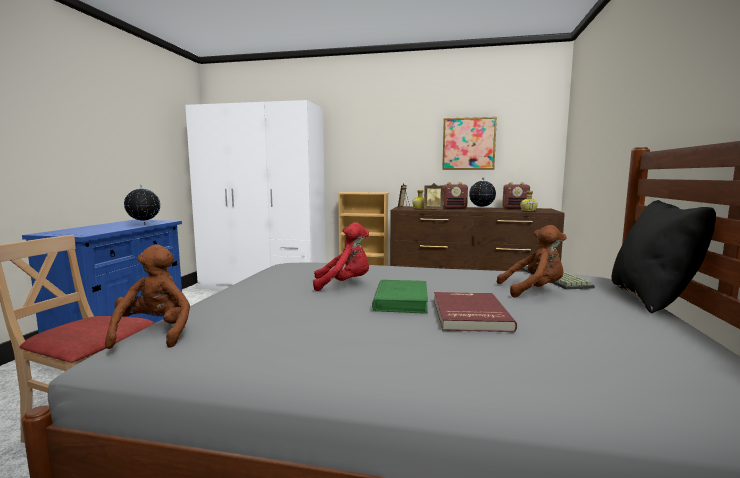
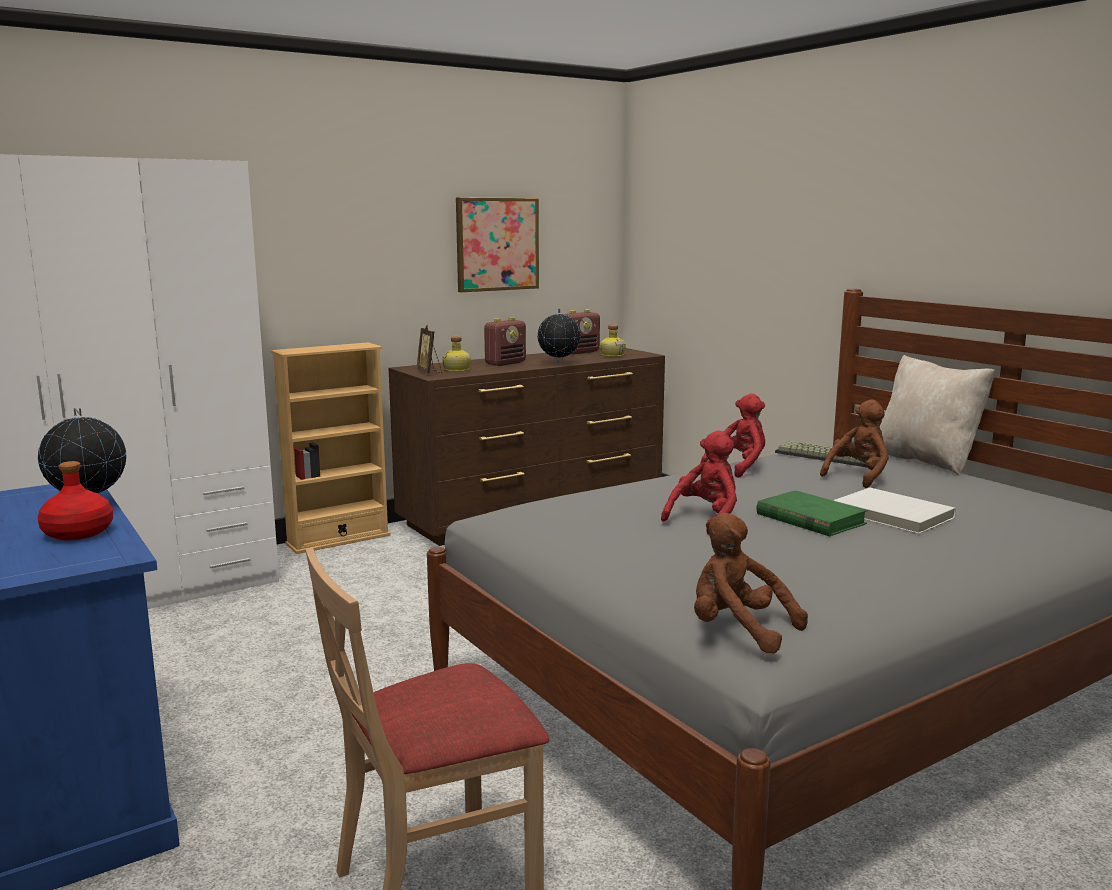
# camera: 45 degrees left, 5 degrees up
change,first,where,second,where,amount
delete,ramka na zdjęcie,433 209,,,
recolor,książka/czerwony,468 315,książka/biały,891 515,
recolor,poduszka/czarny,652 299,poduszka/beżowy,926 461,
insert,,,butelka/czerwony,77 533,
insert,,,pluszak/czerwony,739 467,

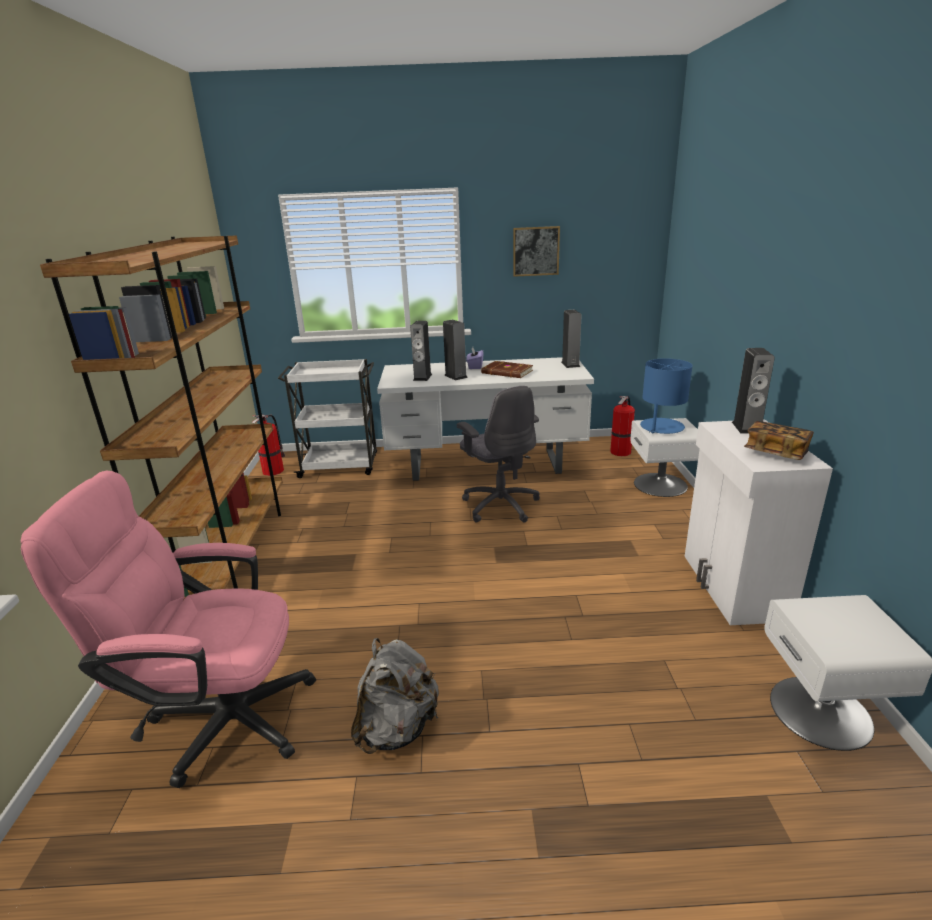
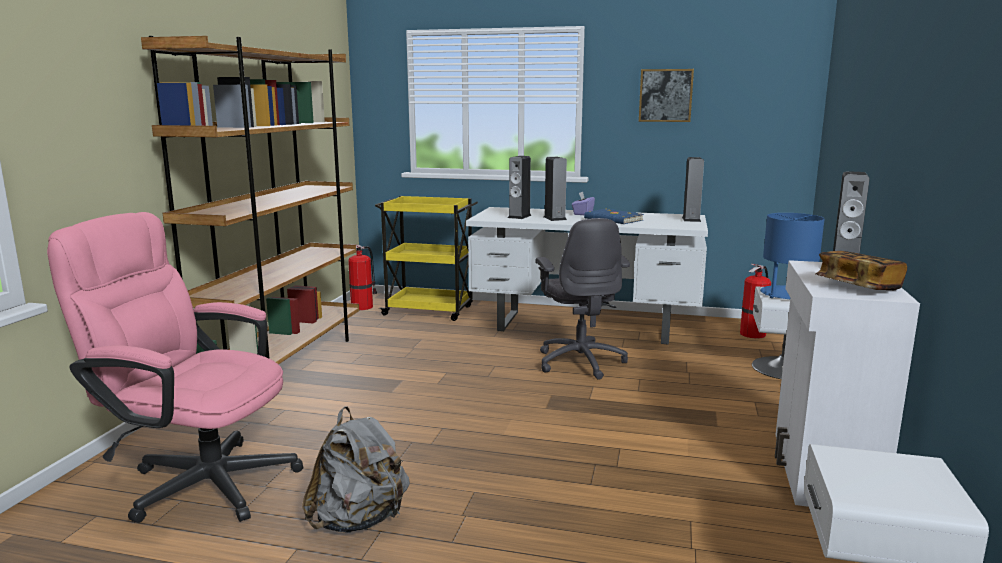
# camera: 15 degrees right, 10 degrees down
change,first,where,second,where,amount
recolor,wózek/biały,340 466,wózek/żółty,430 311,
recolor,książka/brązowy,507 372,książka/niebieski,613 219,

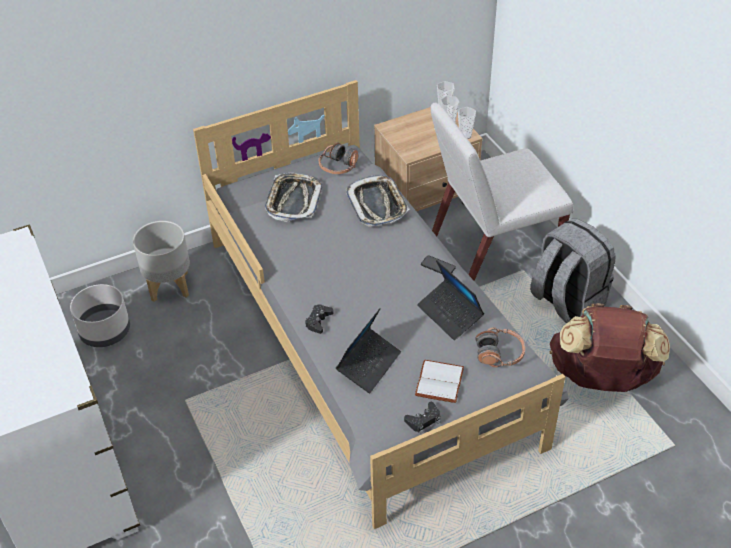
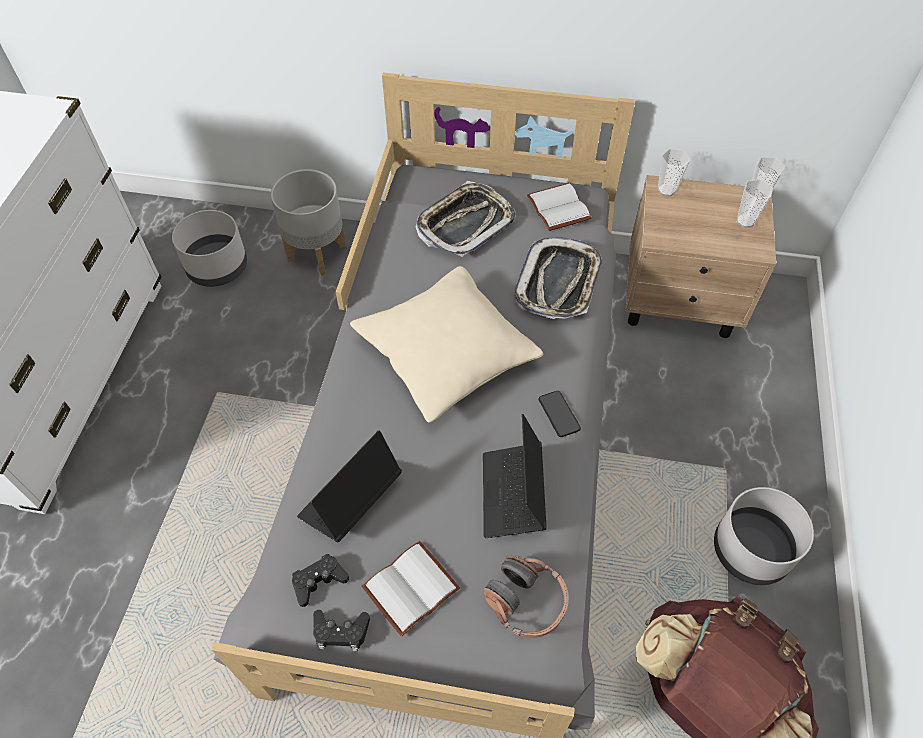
# camera: 35 degrees right, 10 degrees up
change,first,where,second,where,amount
move,pad do gier/czarny,318 321,,319 581,
replace,słuchawki,338 166,książka/biały,556 208,
rotate,laptop,369 364,,350 499,150 degrees clockwise
delete,krzesło/biały,492 251,,,
move,filiżanka,465 135,,666 190,
replace,plecak/szary,566 301,donica/szary,750 549,
insert,,,poduszka/beżowy,446 354,

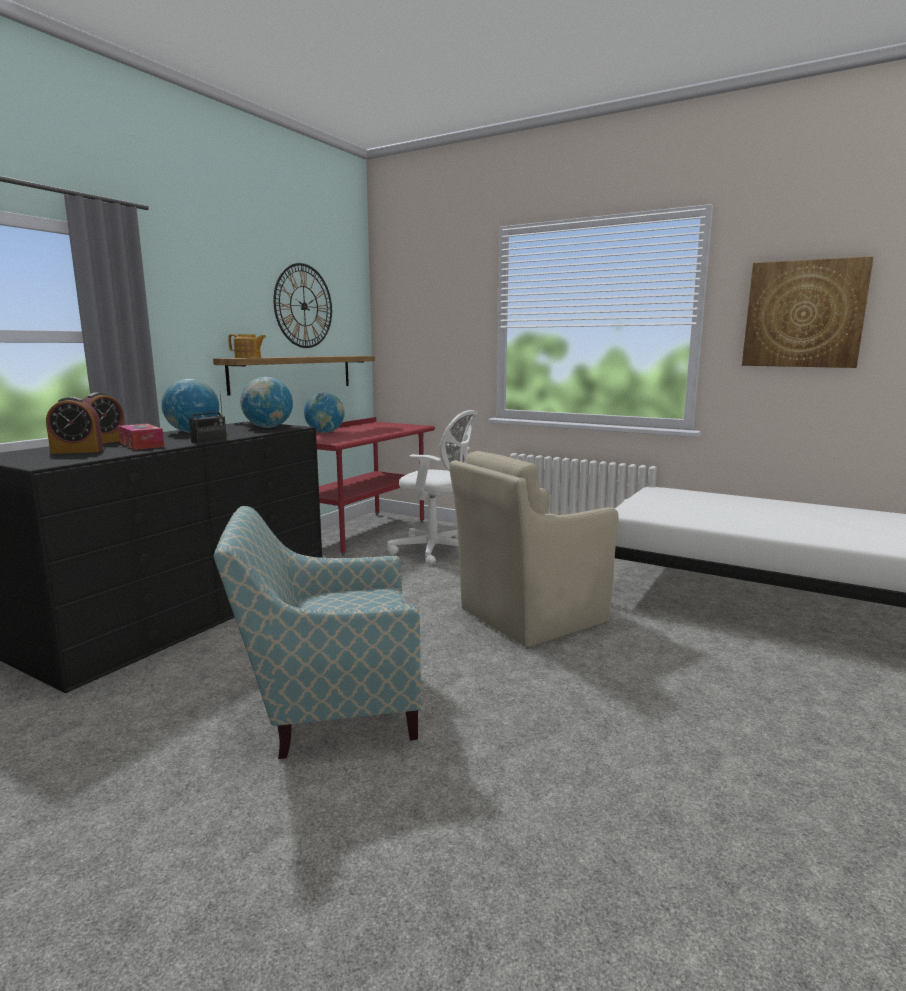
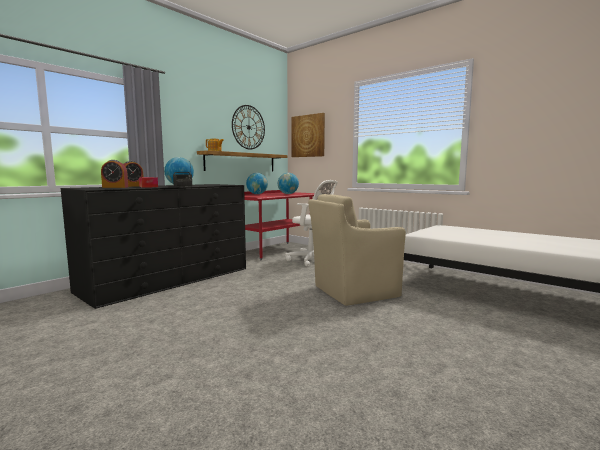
# camera: 10 degrees right, 5 degrees down
change,first,where,second,where,amount
delete,fotel,328 707,,,
move,globus,268 427,,288 194,
move,obraz,804 314,,308 136,

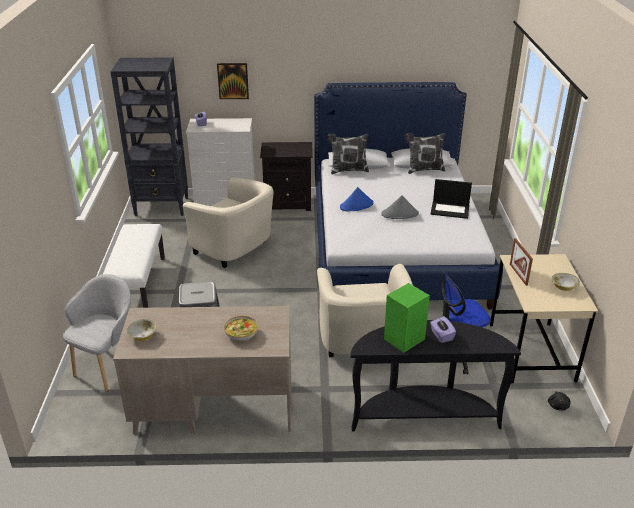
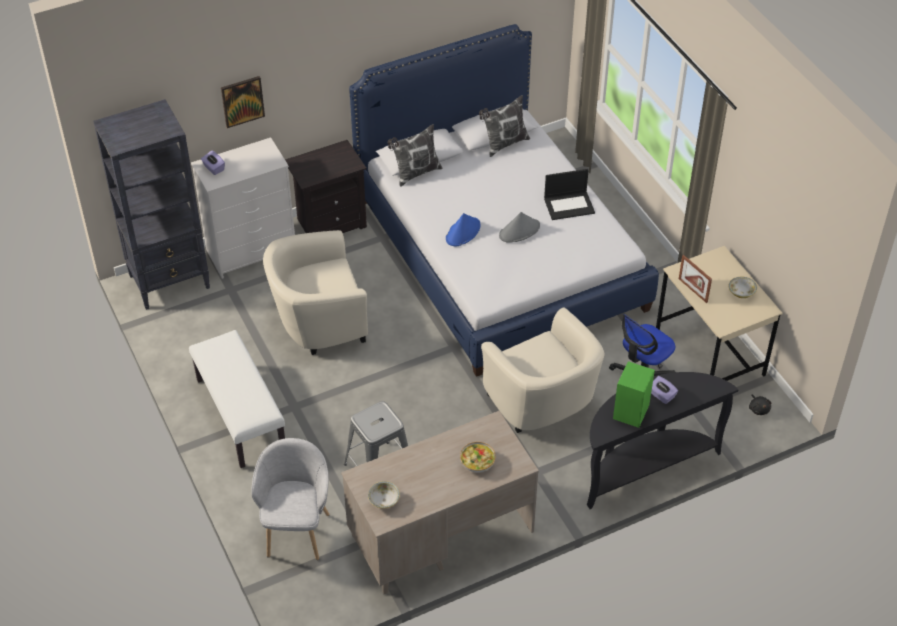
# camera: 25 degrees left, 15 degrees up
change,first,where,second,where,amount
rotate,fotel/beżowy,235 250,,318 322,150 degrees clockwise

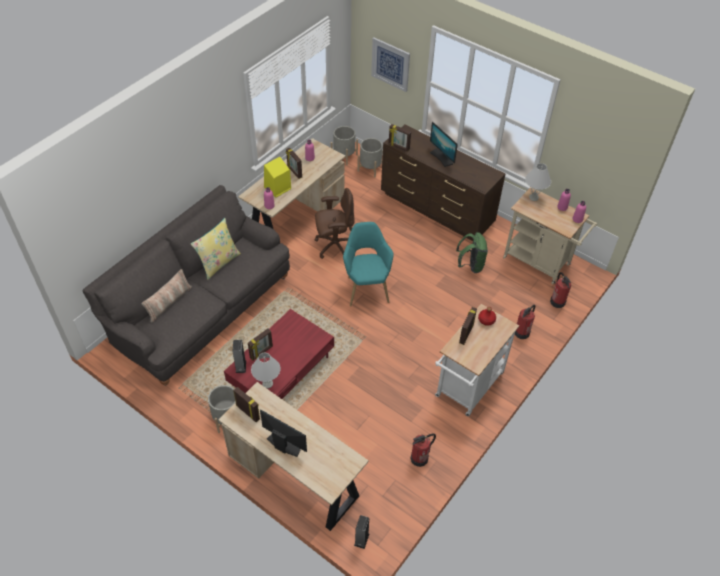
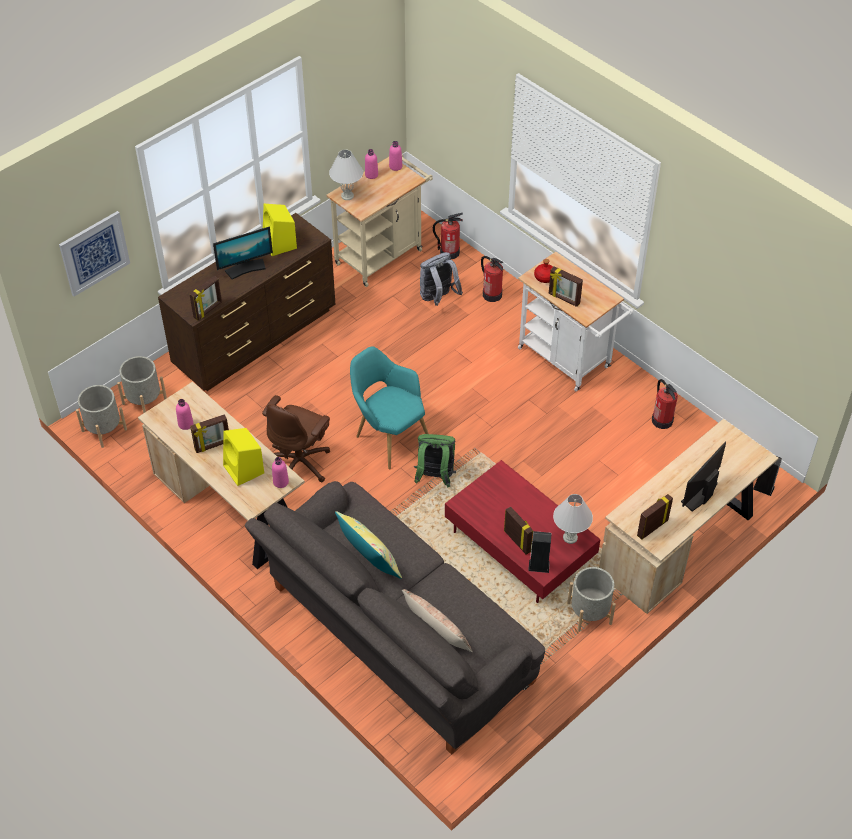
# camera: 80 degrees left, 0 degrees up
change,first,where,second,where,amount
rotate,krzesło biurowe/brązowy,334 246,,300 463,150 degrees counterclockwise
rotate,fotel/turkusowy,366 287,,388 436,45 degrees clockwise
move,plecak/zielony,470 265,,435 477,
insert,,,głośnik/żółty,280 244,
insert,,,plecak/szary,438 298,

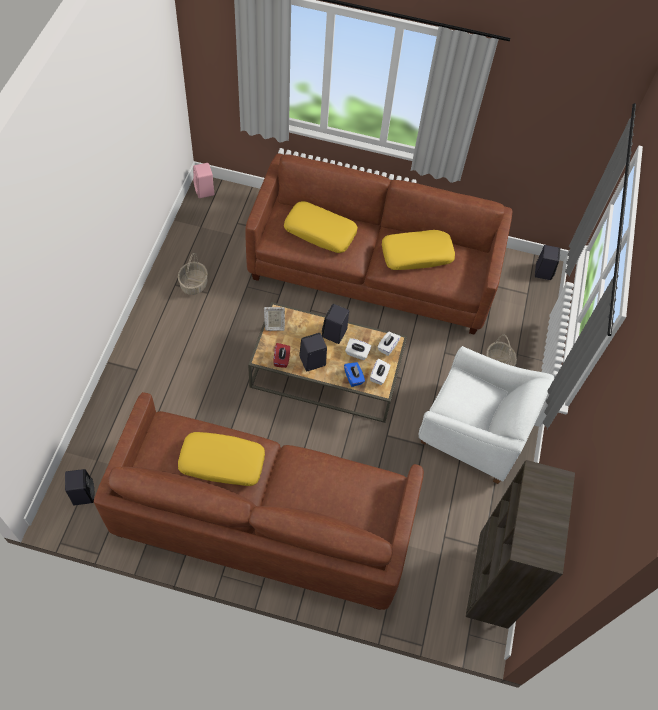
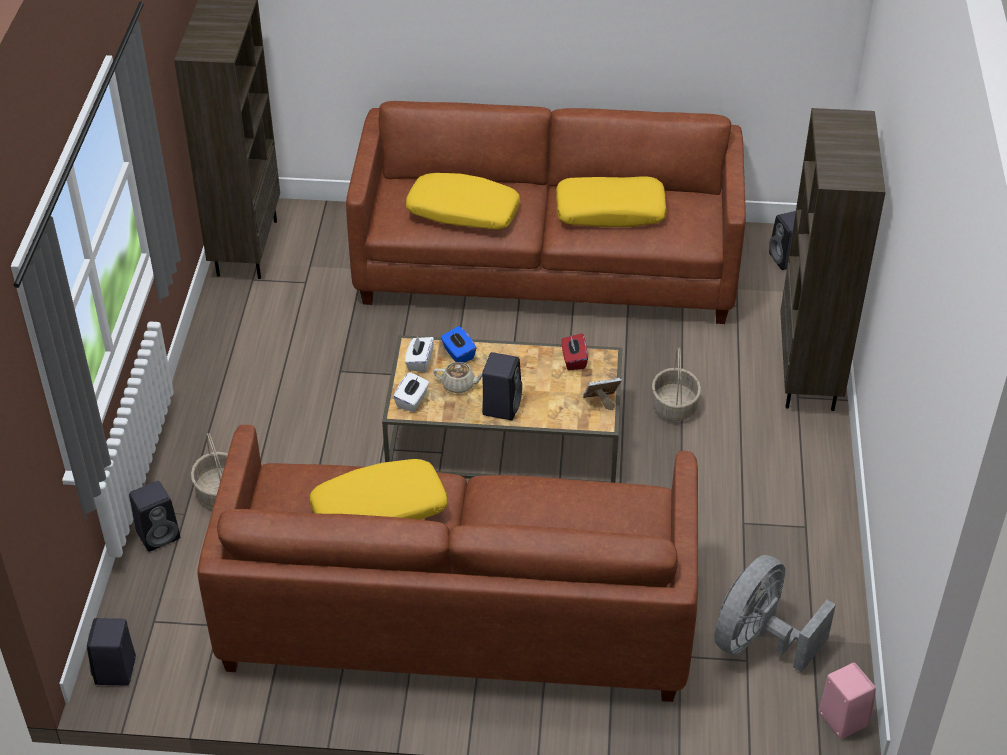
# camera: 175 degrees right, 15 degrees down
change,first,where,second,where,amount
move,koszyk,193 284,,674 407,
move,poduszka/żółty,320 232,,462 212,
move,głośnik/czarny,311 361,,159 534,
replace,pudełko chusteczek/biały,357 353,imbryk/beżowy,459 385,
delete,fotel/biały,473 431,,,
insert,,,wentylator/szary,758 641,
insert,,,regał/brązowy,809 375,

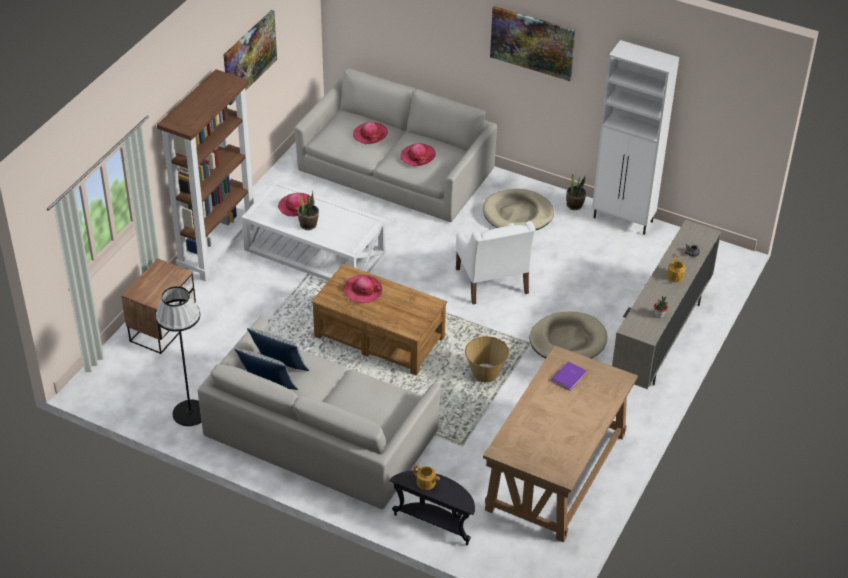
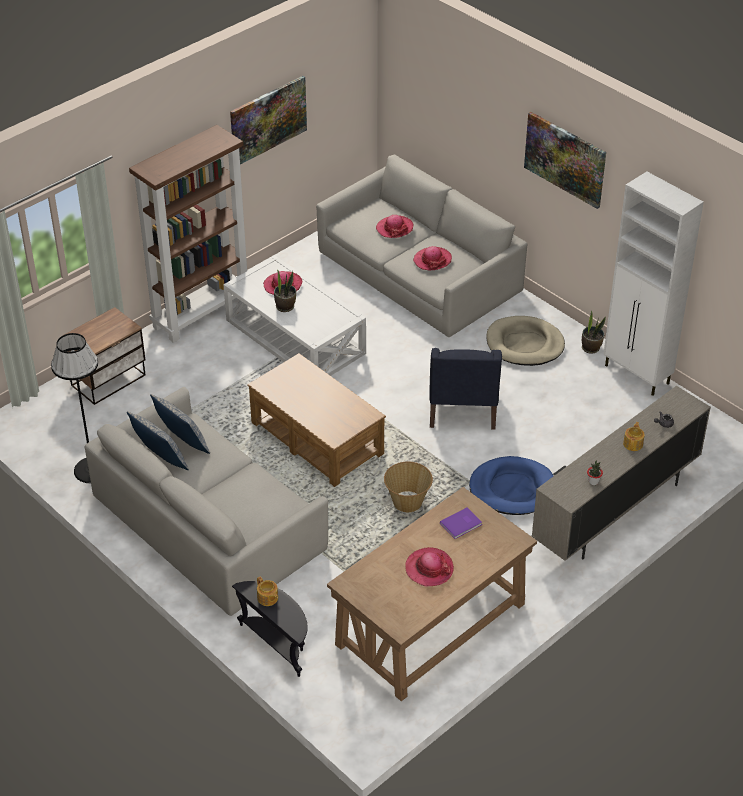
# camera: 20 degrees right, 0 degrees up
change,first,where,second,where,amount
move,kapelusz,363 290,,429 568,
recolor,fotel/biały,492 281,fotel/niebieski,462 408,
recolor,legowisko/beżowy,568 340,legowisko/niebieski,512 489,

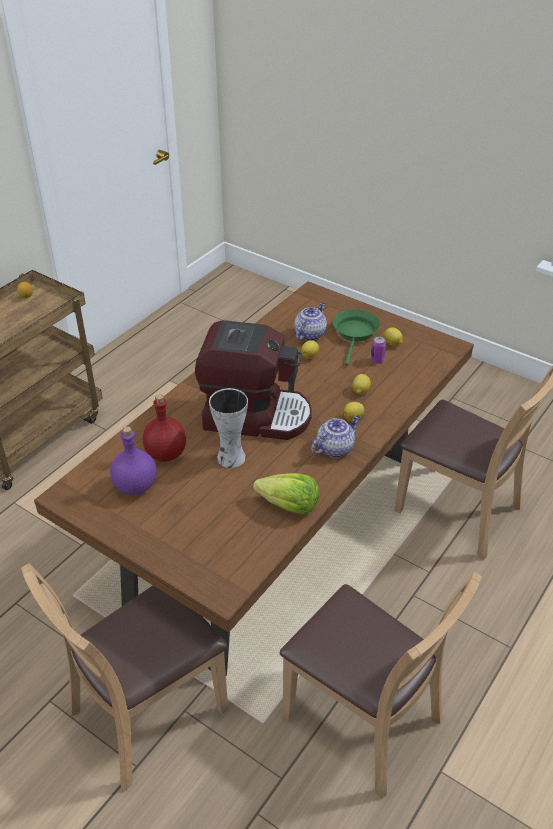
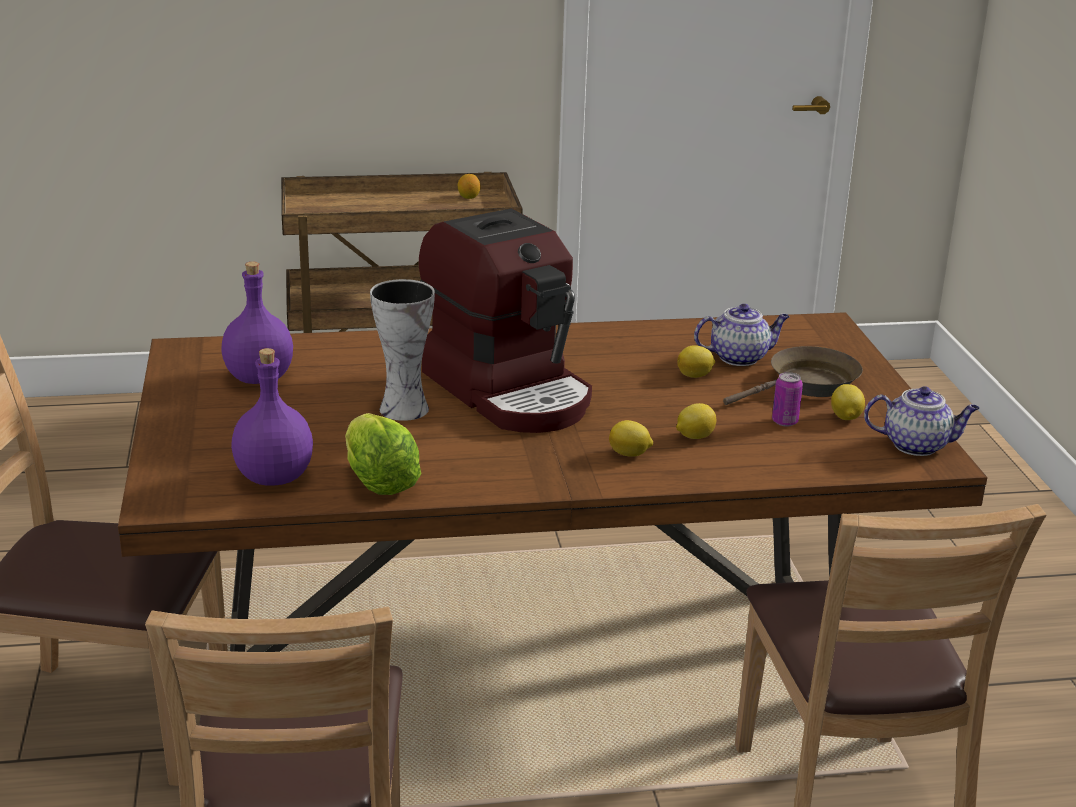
# camera: 45 degrees right, 15 degrees down
change,first,where,second,where,amount
delete,butelka/czerwony,166 453,,,
move,imbryk,335 448,,917 445,
recolor,patelnia/zielony,355 334,patelnia/brązowy,807 385,
insert,,,butelka/fioletowy,273 478,

